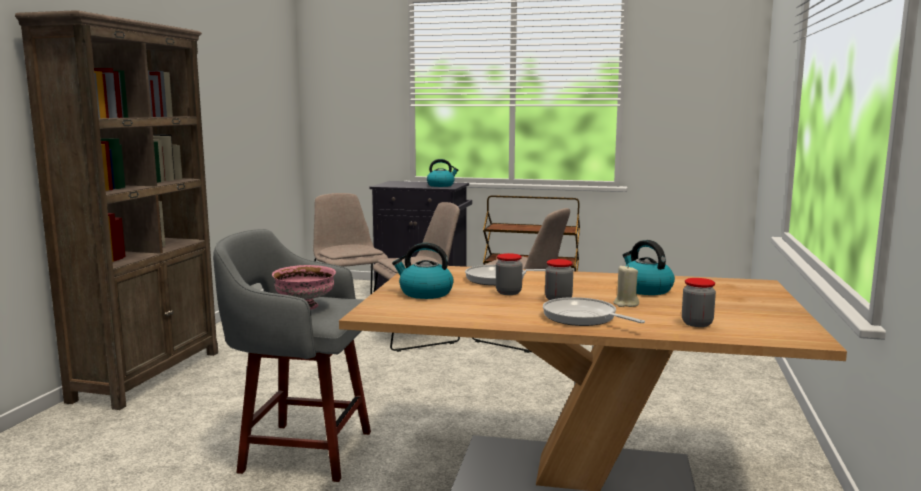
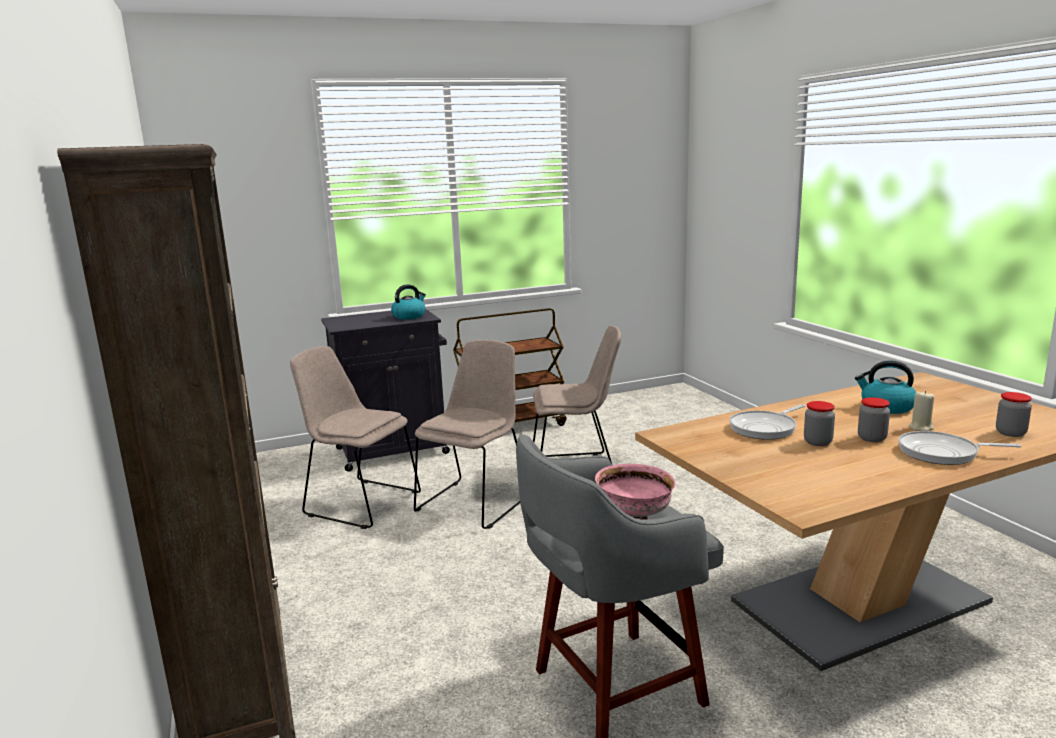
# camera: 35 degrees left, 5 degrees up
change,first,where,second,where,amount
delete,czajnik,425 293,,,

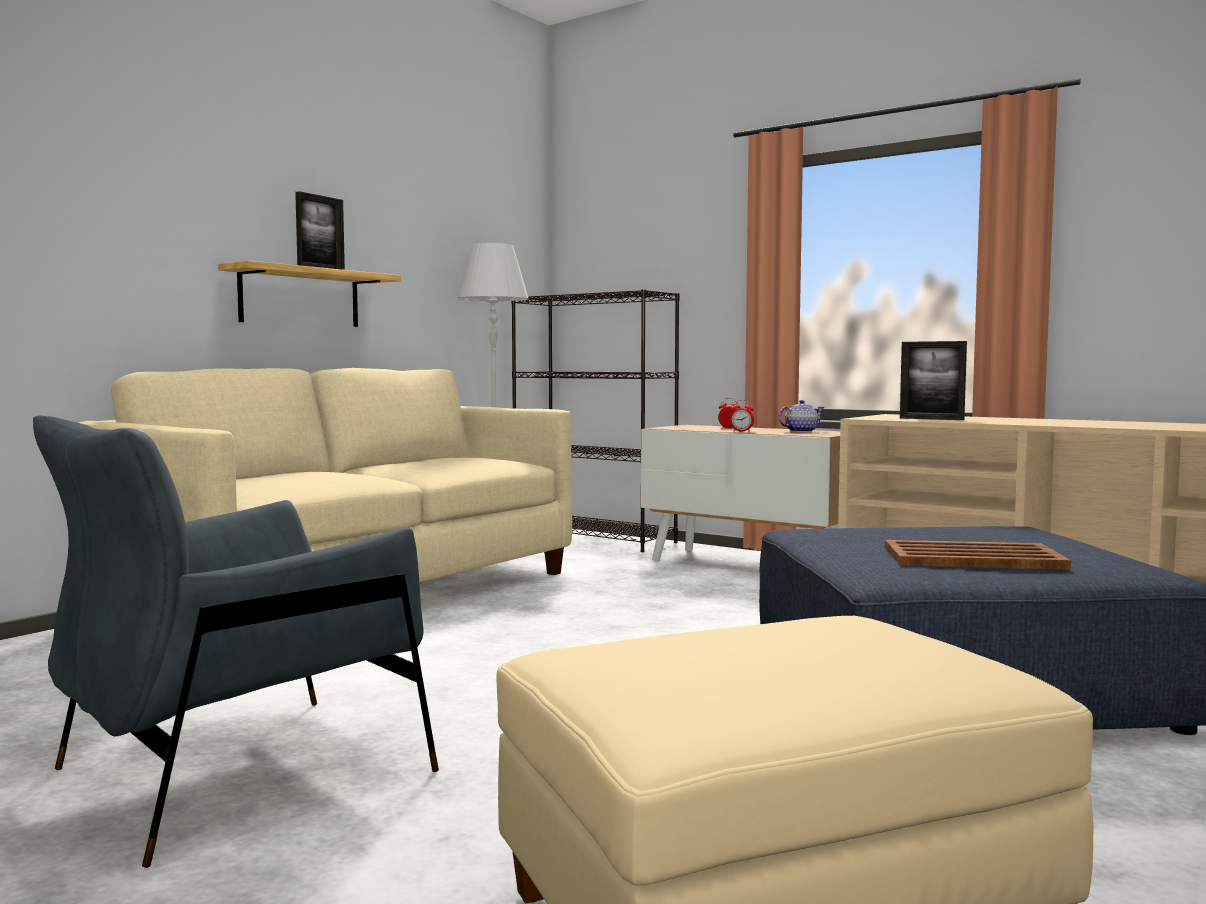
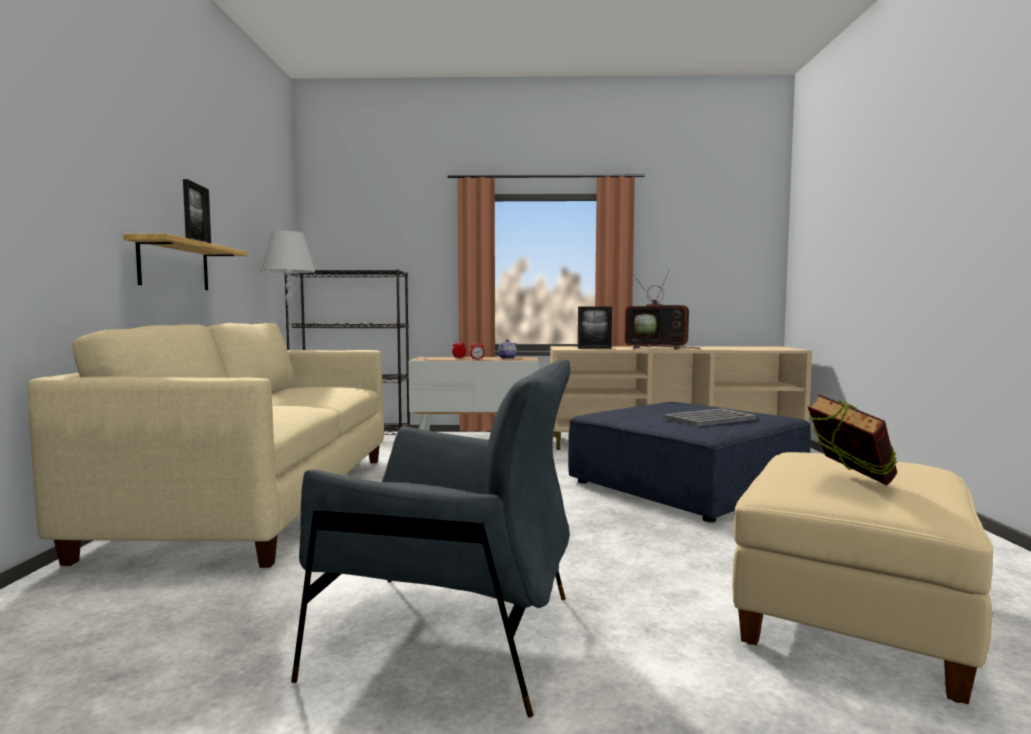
# camera: 35 degrees left, 0 degrees up
change,first,where,second,where,amount
rotate,fotel/szary,241 772,,449 636,90 degrees counterclockwise
recolor,taca/brązowy,970 558,taca/szary,708 419,
insert,,,telewizor,659 348,
insert,,,książka,850 484,

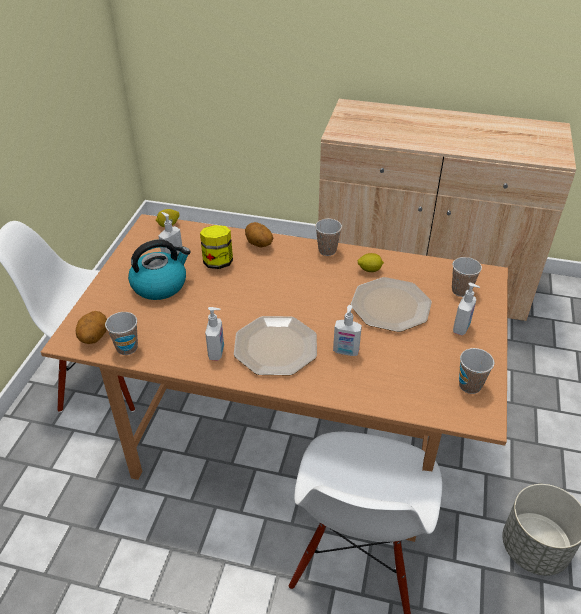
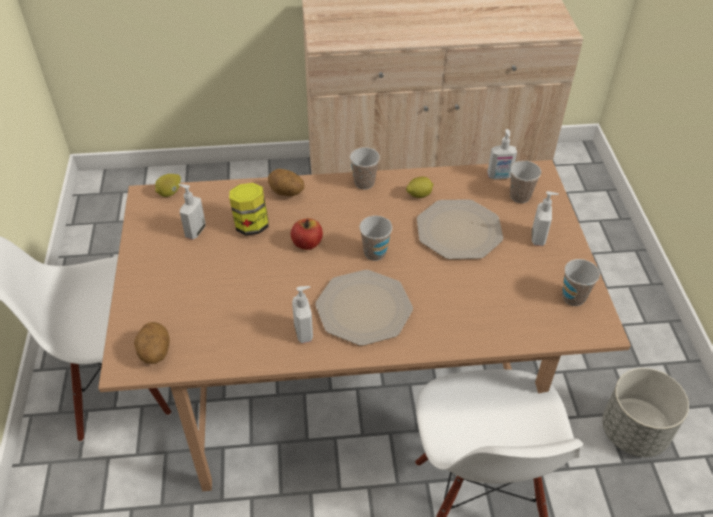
# camera: 20 degrees left, 5 degrees up
change,first,where,second,where,amount
move,filiżanka,127 348,,375 253,
delete,czajnik,160 285,,,
move,dozownik mydła,345 352,,499 176,
insert,,,jabłko,307 243,

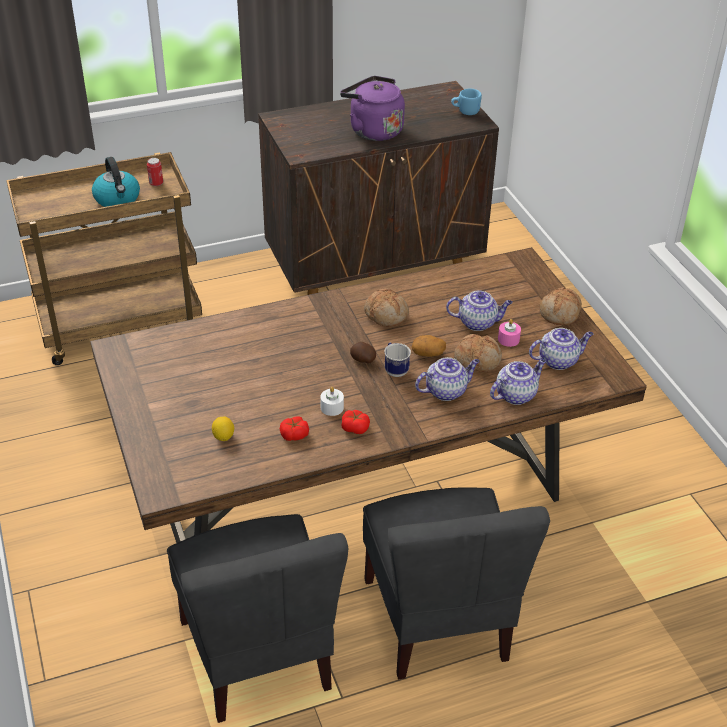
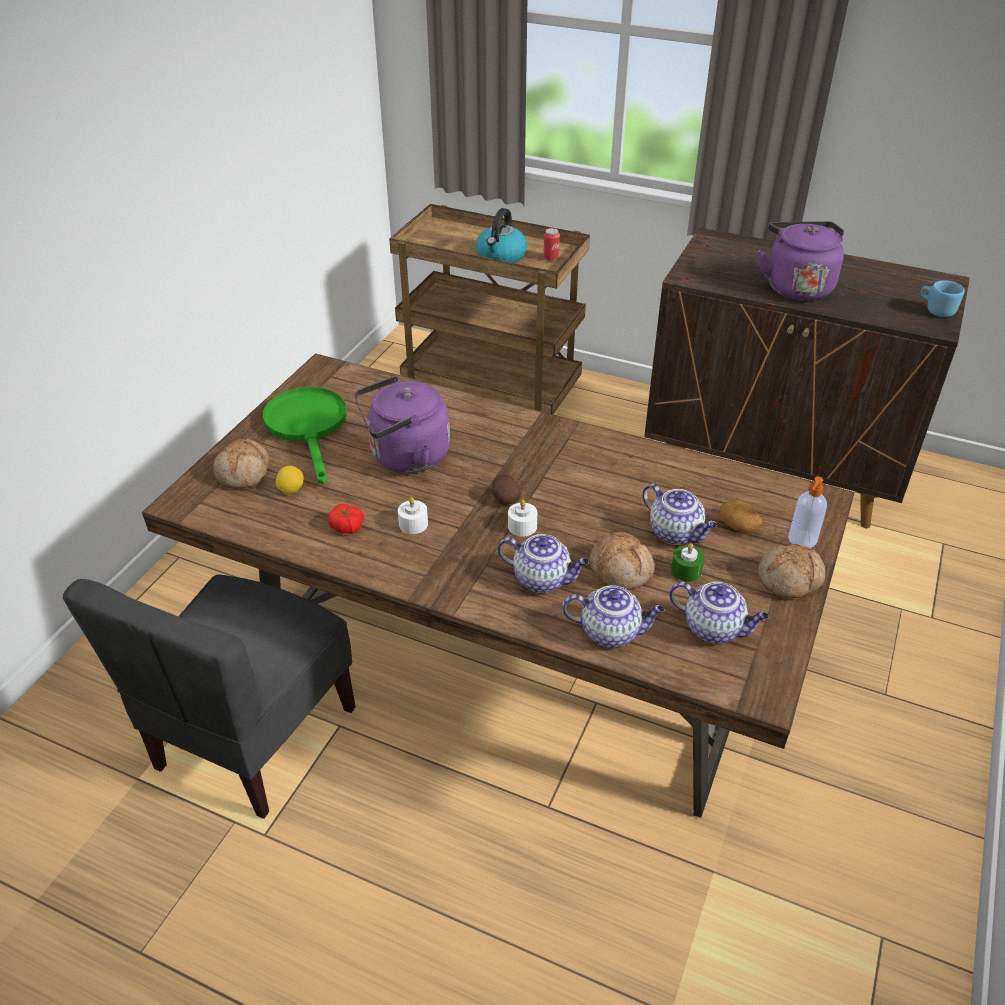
# camera: 45 degrees right, 0 degrees up
change,first,where,second,where,amount
delete,pomidor,355 428,,,
delete,krzesło/szary,438 619,,,
move,chleb,386 314,,244 473,
replace,kubek,395 369,świeca/biały,522 526,
move,ziemniak,428 353,,739 526,
recolor,świeca/różowy,508 339,świeca/zielony,686 570,
insert,,,patelnia/zielony,308 427,
insert,,,czajnik/fioletowy,405 457,
insert,,,dozownik mydła,802 540,

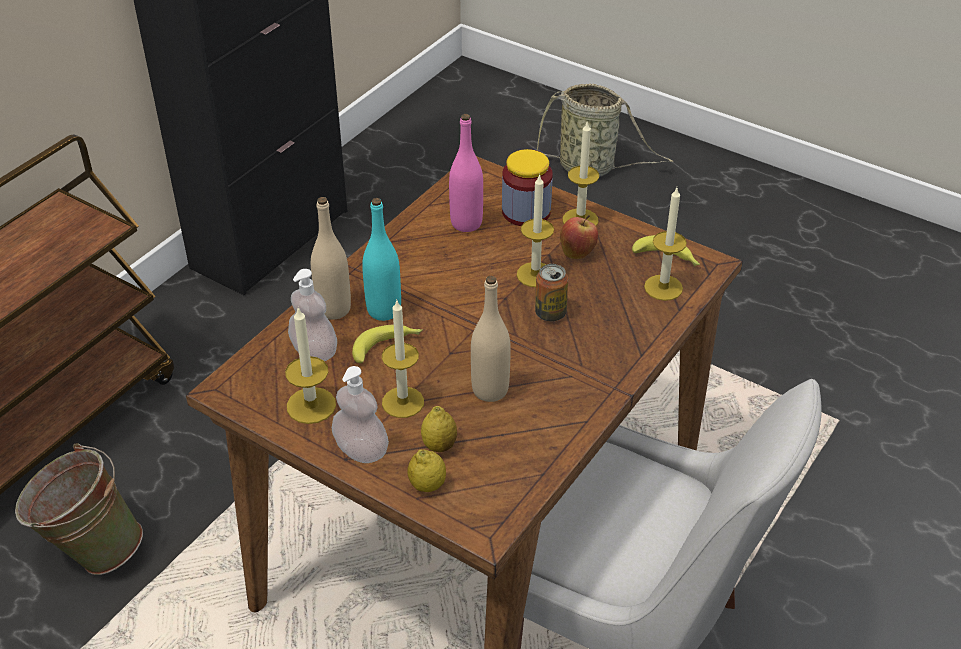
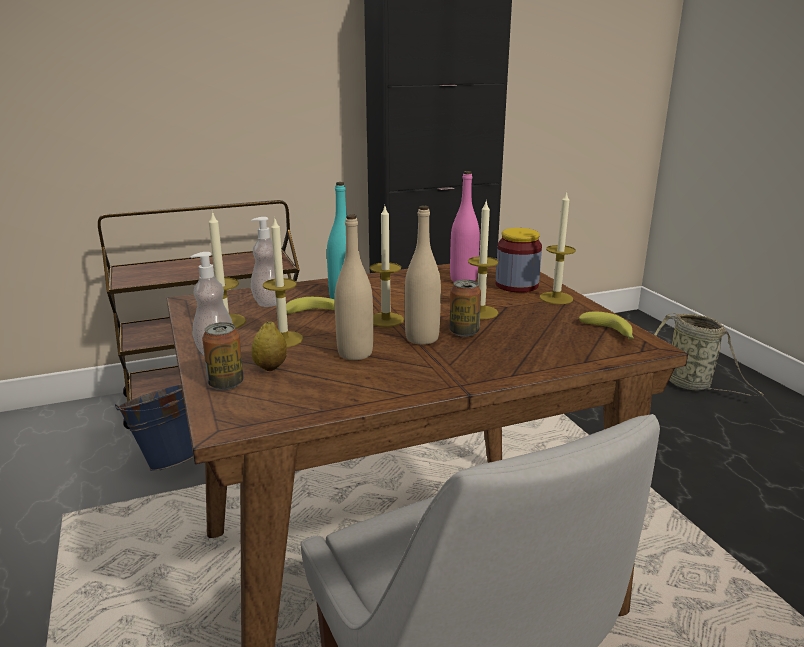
# camera: 35 degrees right, 20 degrees down
change,first,where,second,where,amount
recolor,wiadro/zielony,91 551,wiadro/niebieski,167 460,
move,butelka/beżowy,334 309,,422 338,
replace,cytryna,427 485,puszka,226 383,
delete,jabłko,578 252,,,
move,świeca,663 287,,386 320,

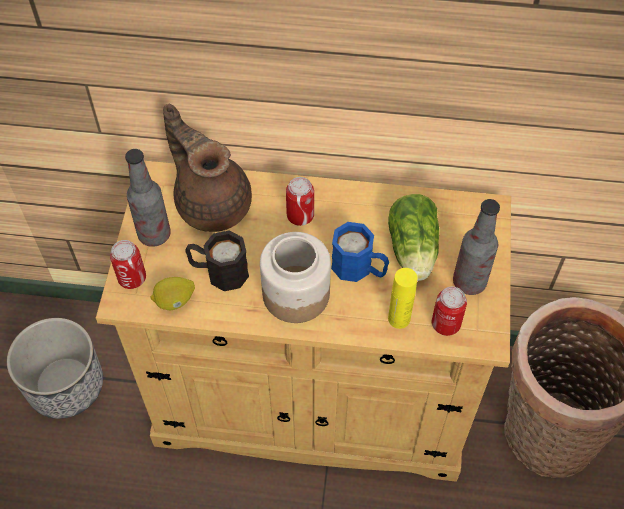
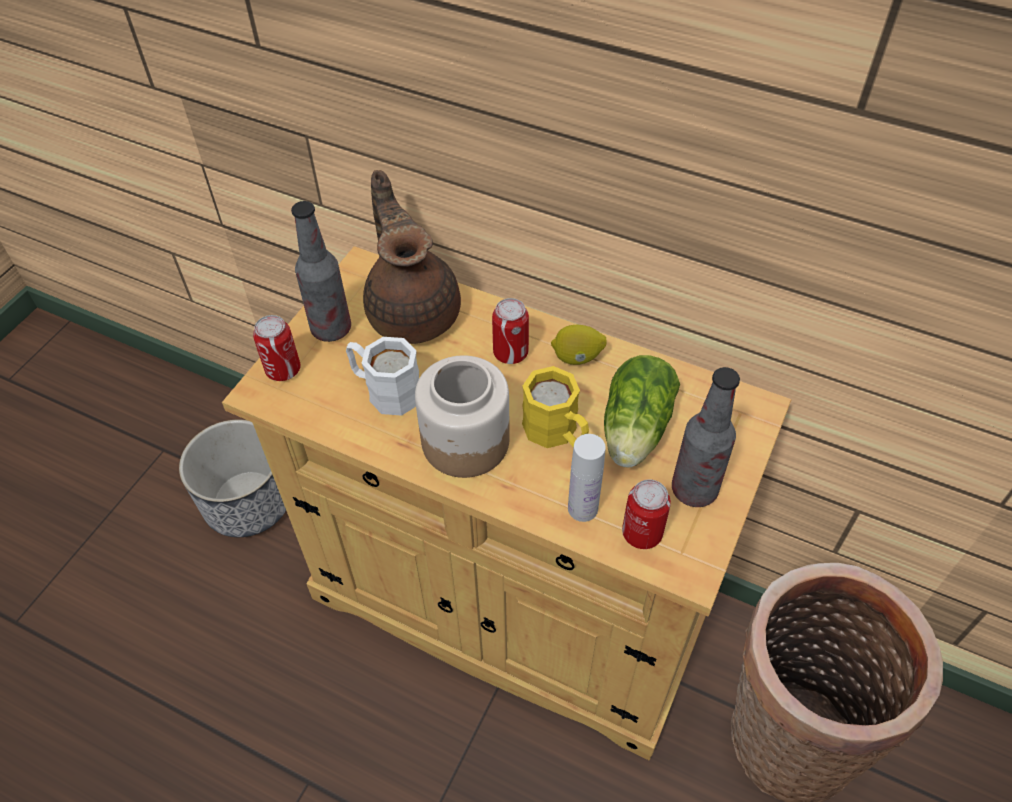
# camera: 20 degrees right, 5 degrees down
change,first,where,second,where,amount
move,cytryna,174 301,,577 357,
recolor,kubek/czarny,219 272,kubek/biały,385 390,
recolor,kubek/niebieski,359 268,kubek/żółty,557 433,
recolor,butelka/żółty,399 318,butelka/biały,582 508,

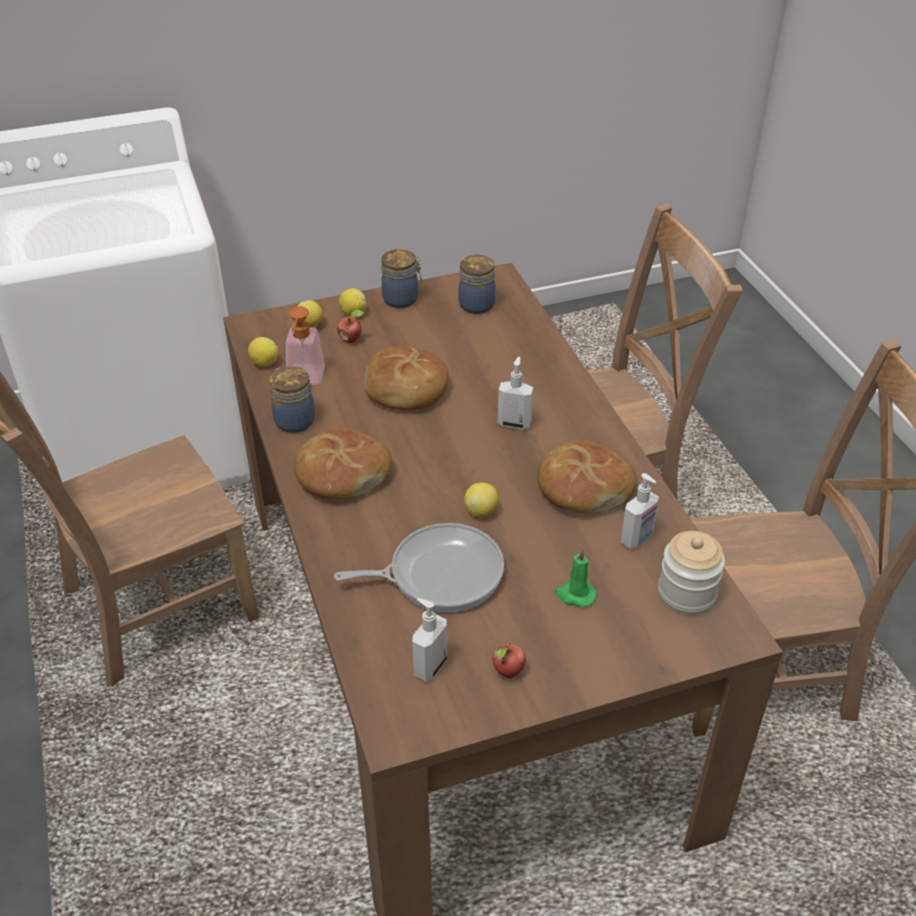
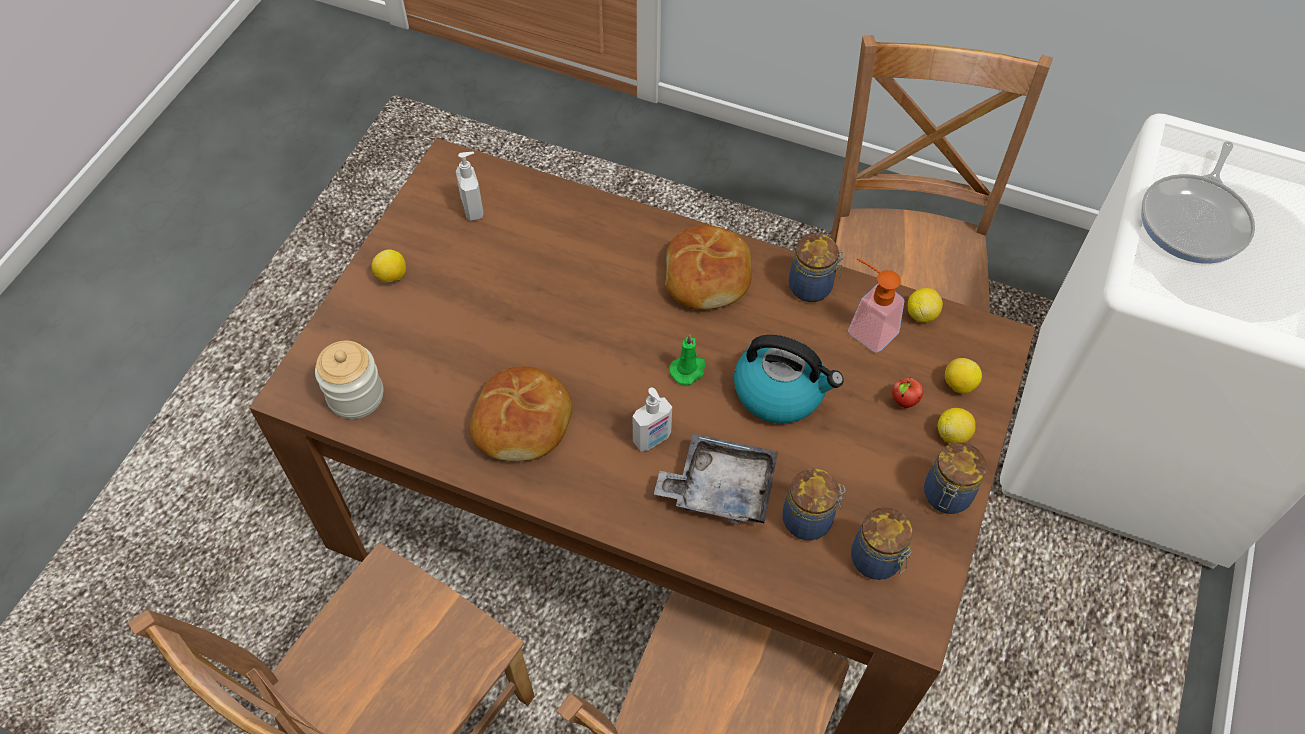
# camera: 130 degrees right, 15 degrees up
change,first,where,second,where,amount
move,patelnia,439 574,,1195 220,
replace,chleb,405 390,czajnik,780 391,
move,cytryna,481 511,,391 276,
delete,jabłko,508 673,,,
move,świeca/zielony,575 595,,688 370,
delete,dozownik mydła,637 539,,,
insert,,,taca/szary,720 488,
insert,,,słoik,809 520,

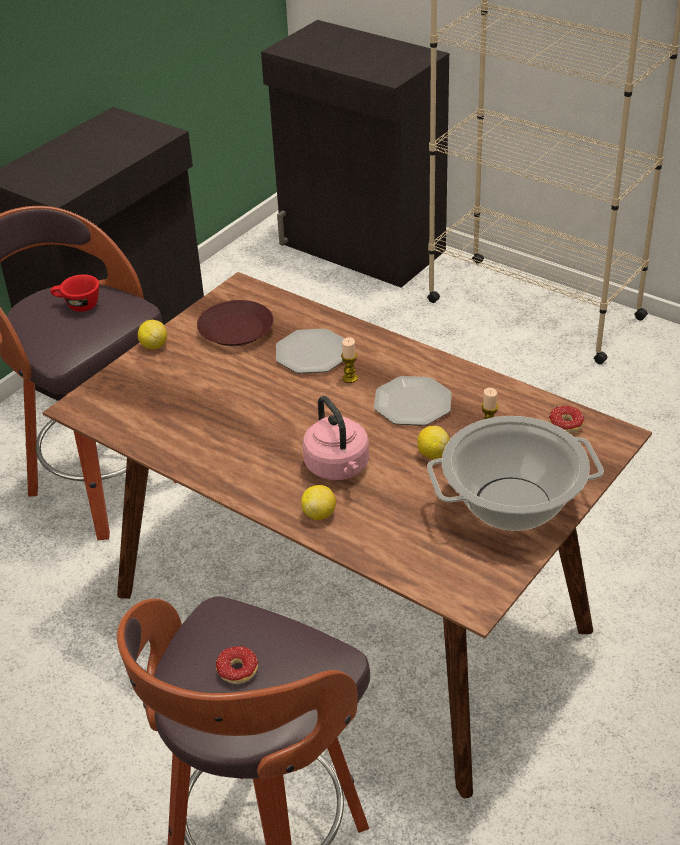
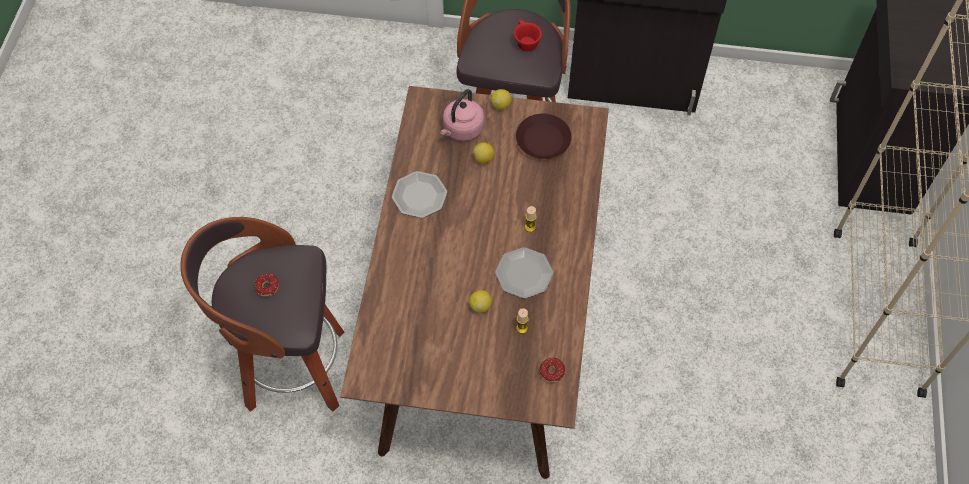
# camera: 60 degrees right, 20 degrees up
change,first,where,second,where,amount
move,talerz,311 354,,419 196,
move,cytryna,319 514,,484 159,
move,czajnik/różowy,338 468,,462 130,
delete,garnek,511 505,,,

